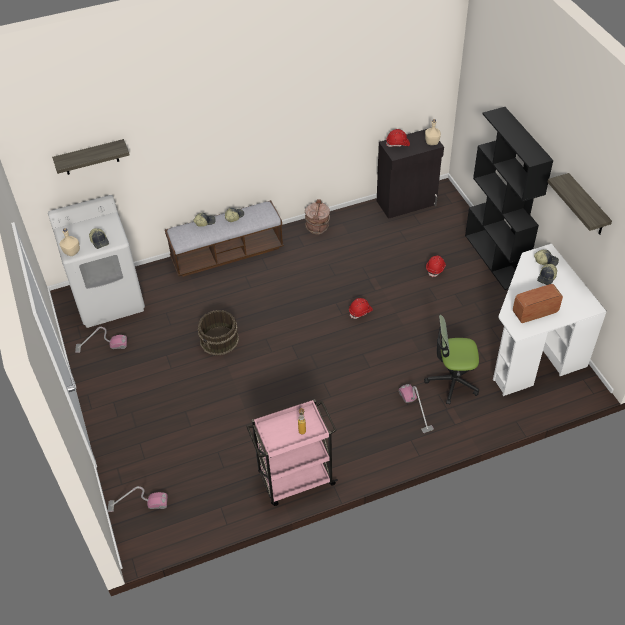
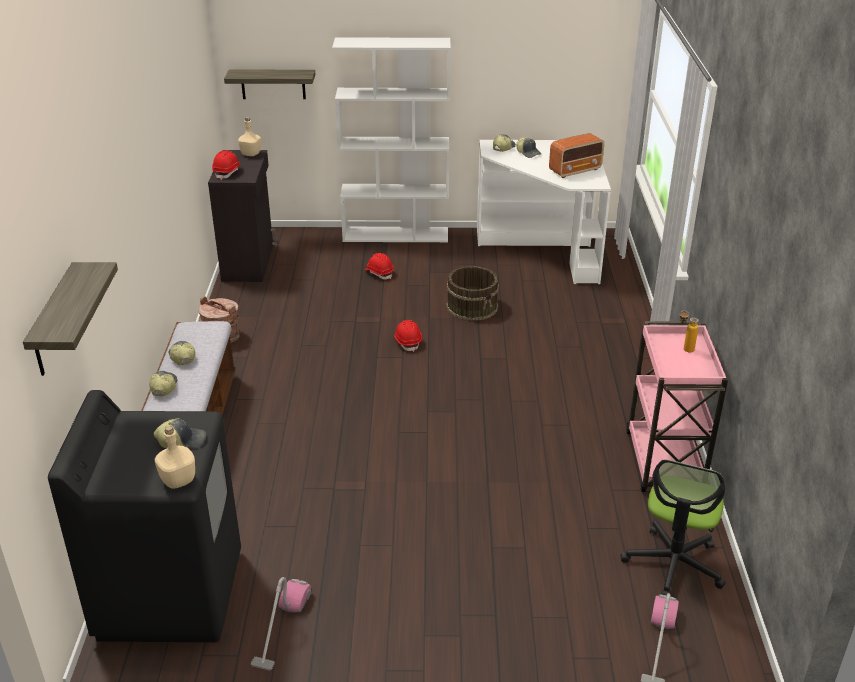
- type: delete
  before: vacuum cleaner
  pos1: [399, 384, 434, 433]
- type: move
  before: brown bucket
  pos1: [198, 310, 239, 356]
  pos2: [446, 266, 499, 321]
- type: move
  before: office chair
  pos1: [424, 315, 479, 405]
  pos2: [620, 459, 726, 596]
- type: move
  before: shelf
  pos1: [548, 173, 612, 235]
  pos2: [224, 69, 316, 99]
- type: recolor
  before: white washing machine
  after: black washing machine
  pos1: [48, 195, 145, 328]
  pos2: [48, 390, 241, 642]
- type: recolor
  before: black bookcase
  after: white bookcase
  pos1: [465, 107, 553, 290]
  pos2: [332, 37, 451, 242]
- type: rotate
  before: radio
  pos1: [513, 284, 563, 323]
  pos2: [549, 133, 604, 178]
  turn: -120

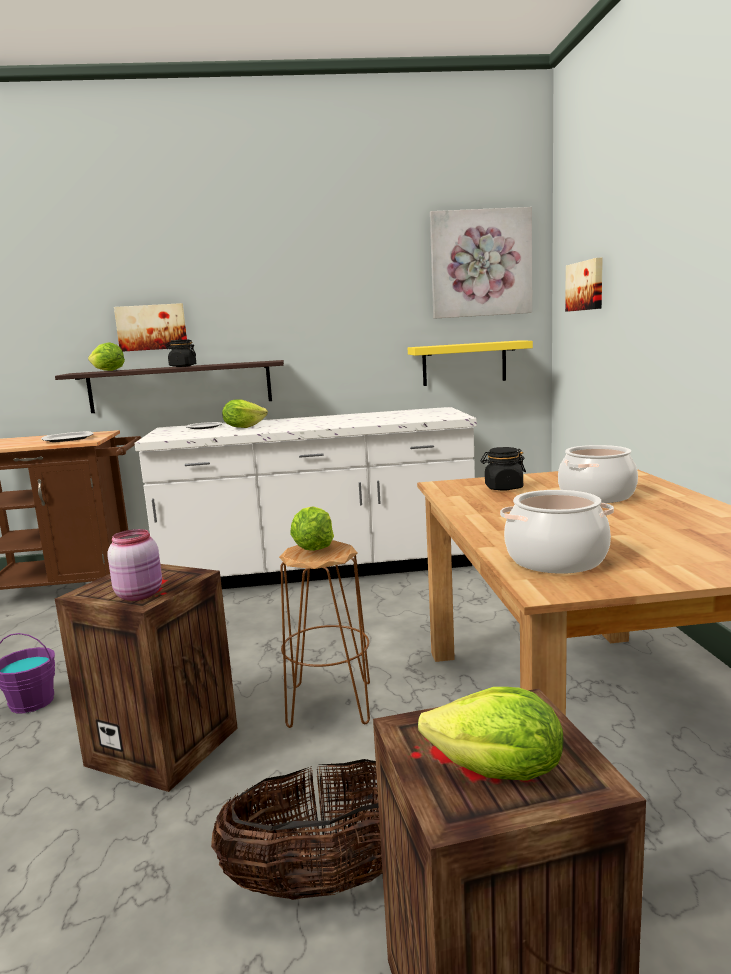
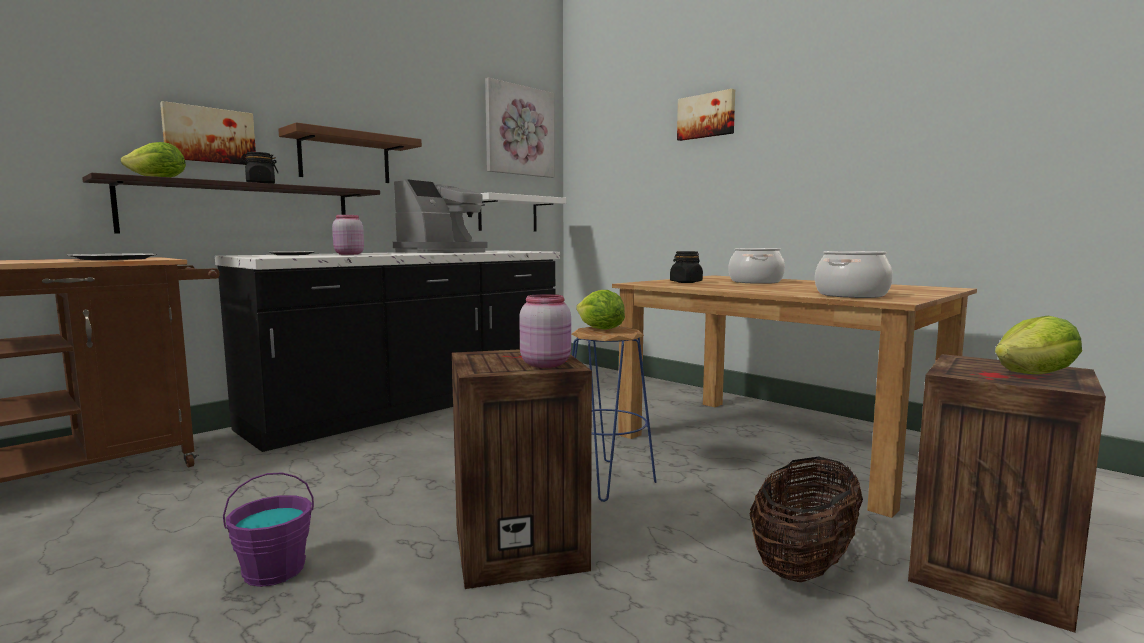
- type: insert
  after: brown shelf
  pos2: [278, 122, 422, 183]
- type: insert
  after: coffee machine
  pos2: [393, 179, 488, 253]
- type: move
  before: picture
  pos1: [565, 258, 603, 312]
  pos2: [677, 89, 735, 141]
- type: replace
  before: lettuce
  after: pink jar
  pos1: [222, 399, 268, 428]
  pos2: [332, 215, 364, 255]
- type: recolor
  before: white counter
  after: black counter
  pos1: [135, 407, 477, 589]
  pos2: [215, 250, 560, 452]
- type: recolor
  before: brown stool
  after: blue stool
  pos1: [279, 540, 370, 728]
  pos2: [572, 326, 657, 502]
- type: recolor
  before: yellow shelf
  after: white shelf
  pos1: [408, 340, 533, 386]
  pos2: [478, 192, 567, 231]

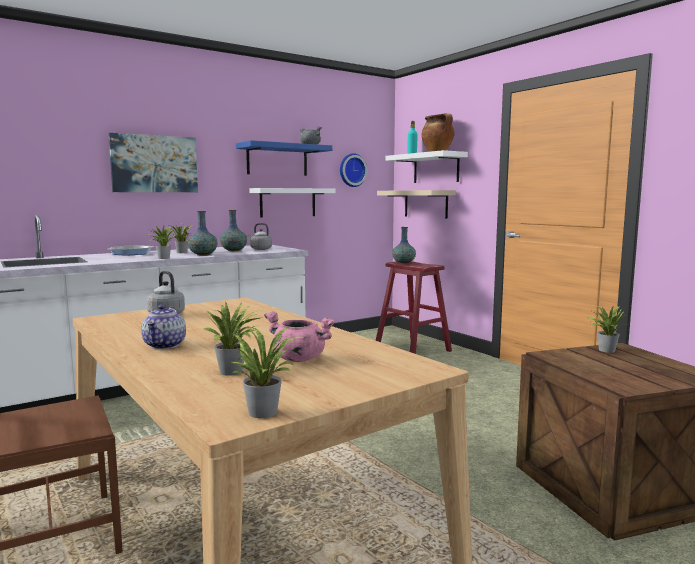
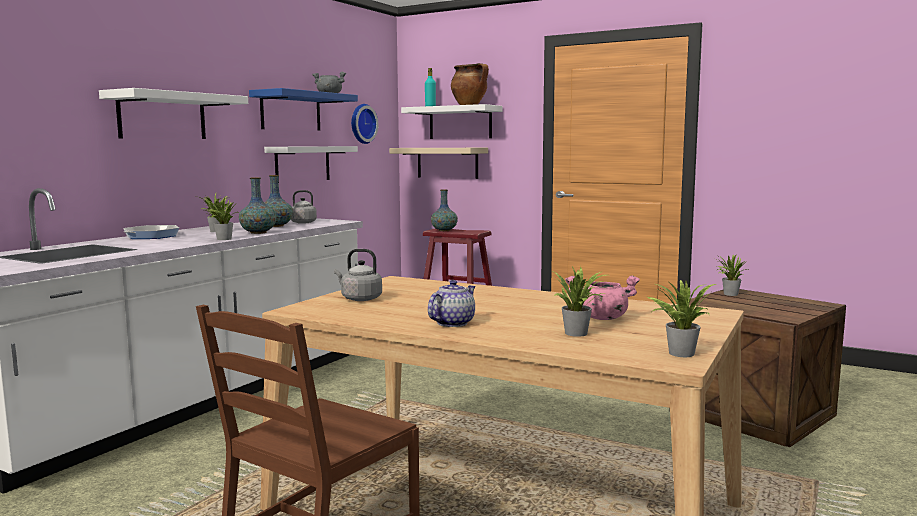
- type: replace
  before: picture
  after: white shelf
  pos1: [108, 133, 198, 192]
  pos2: [99, 88, 248, 139]
- type: rotate
  before: teapot
  pos1: [141, 304, 186, 349]
  pos2: [428, 280, 476, 327]
  turn: -120

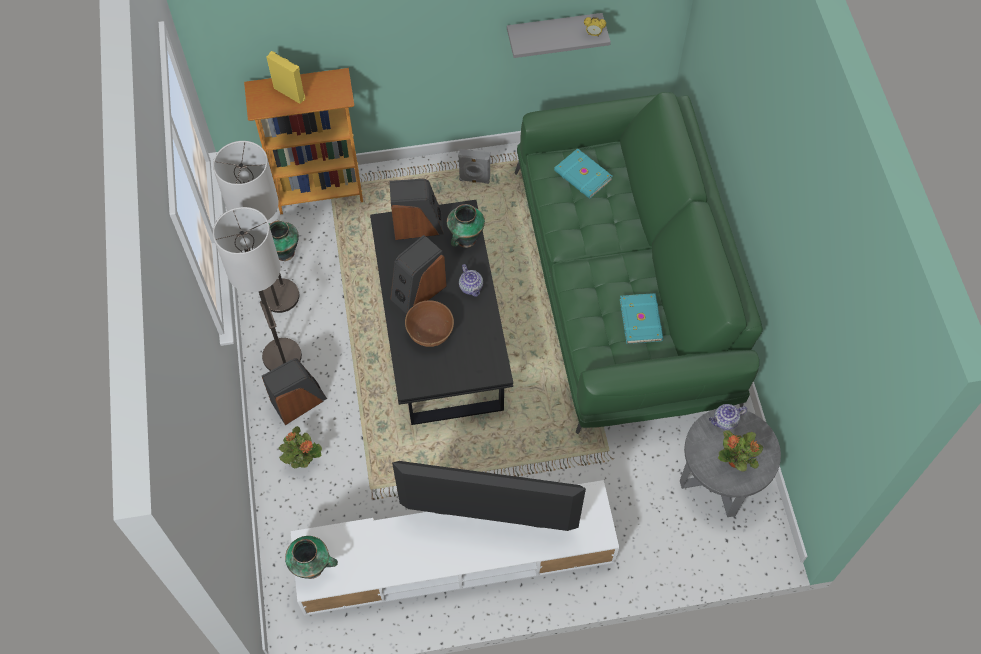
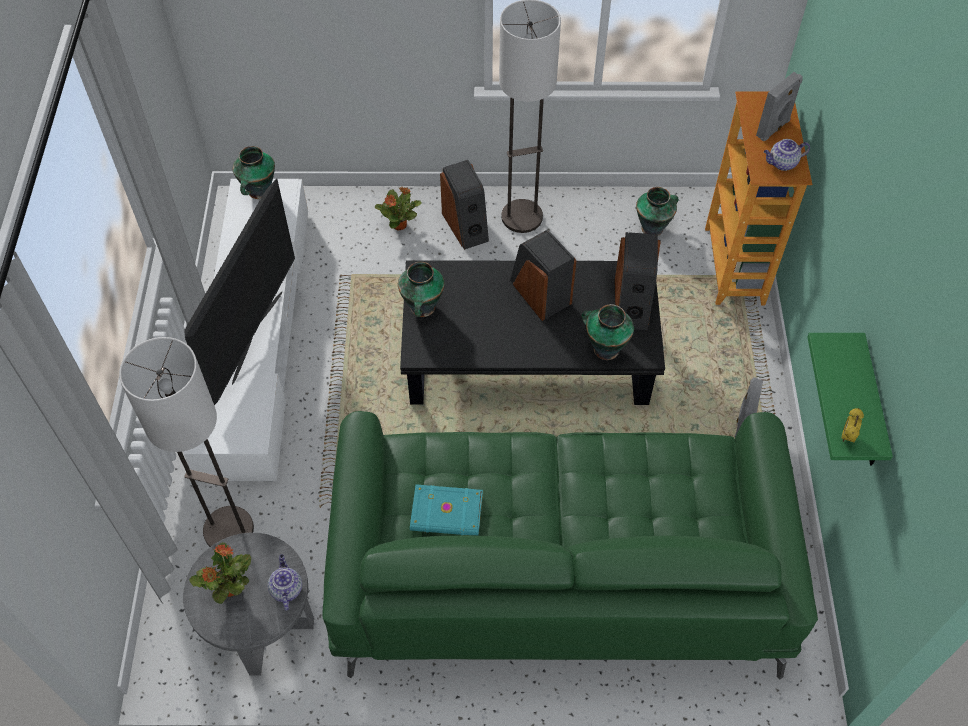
- type: delete
  before: brown bowl
  pos1: [405, 300, 454, 347]
- type: delete
  before: turquoise book
  pos1: [554, 148, 613, 199]
- type: insert
  after: vase
  pos2: [398, 262, 445, 317]
- type: move
  before: floor lamp
  pos1: [213, 141, 299, 313]
  pos2: [119, 337, 254, 547]
- type: move
  before: teapot
  pos1: [459, 264, 483, 297]
  pos2: [764, 139, 810, 171]
- type: recolor
  before: yellow speaker
  after: grey speaker
  pos1: [267, 51, 306, 104]
  pos2: [756, 72, 803, 141]
- type: recolor
  before: grey shelf
  after: green shelf
  pos1: [507, 13, 611, 58]
  pos2: [807, 333, 893, 465]

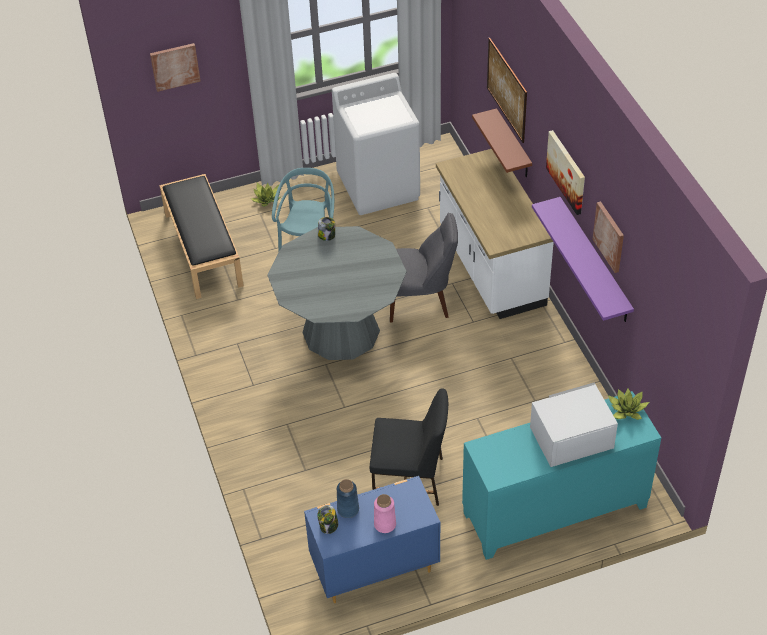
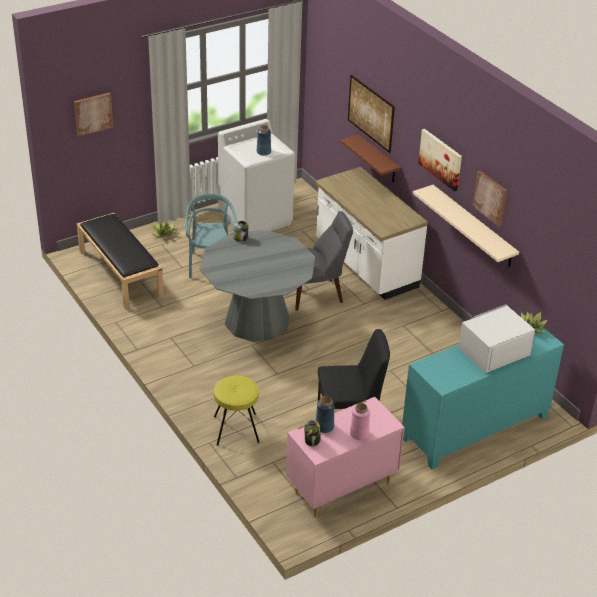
- type: insert
  after: yellow stool
  pos2: [214, 376, 260, 446]
- type: insert
  after: blue vase
  pos2: [257, 125, 271, 156]
- type: recolor
  before: blue dresser
  after: pink dresser
  pos1: [304, 476, 440, 603]
  pos2: [286, 397, 405, 517]
- type: recolor
  before: purple shelf
  after: beige shelf
  pos1: [532, 197, 634, 322]
  pos2: [413, 185, 519, 267]

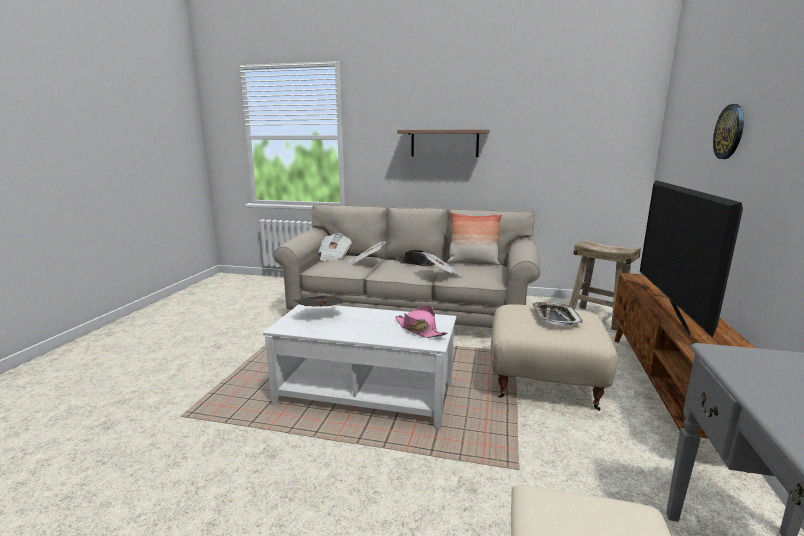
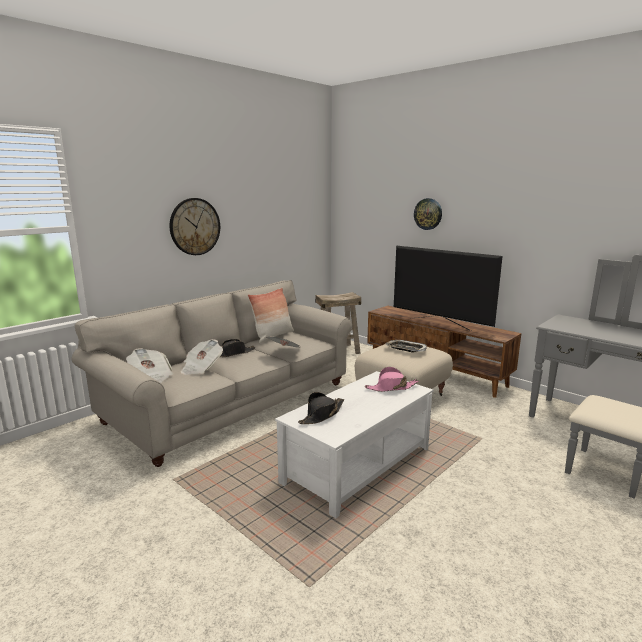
- type: replace
  before: newspaper
  after: black hat
  pos1: [293, 296, 346, 307]
  pos2: [298, 392, 344, 424]
- type: replace
  before: shelf
  after: wall clock
  pos1: [397, 129, 489, 157]
  pos2: [170, 198, 220, 255]

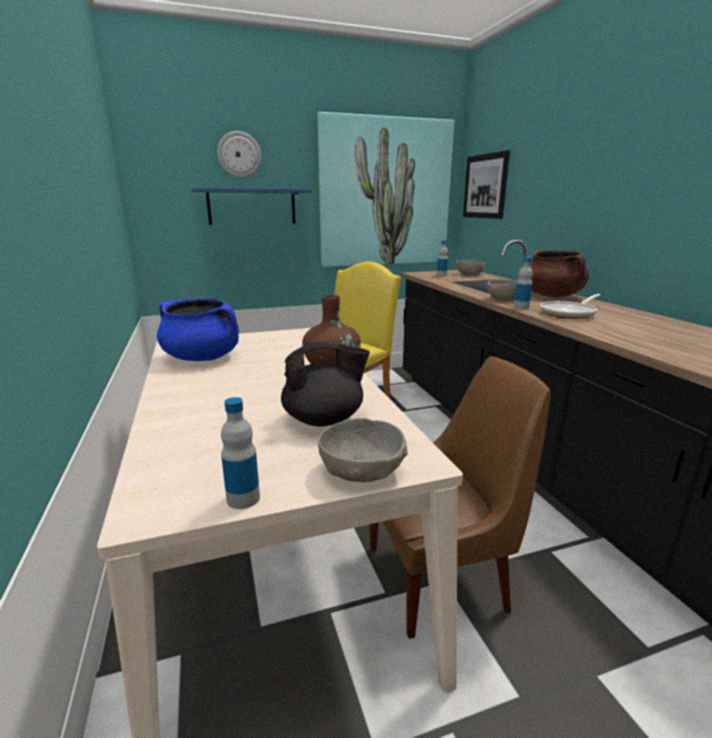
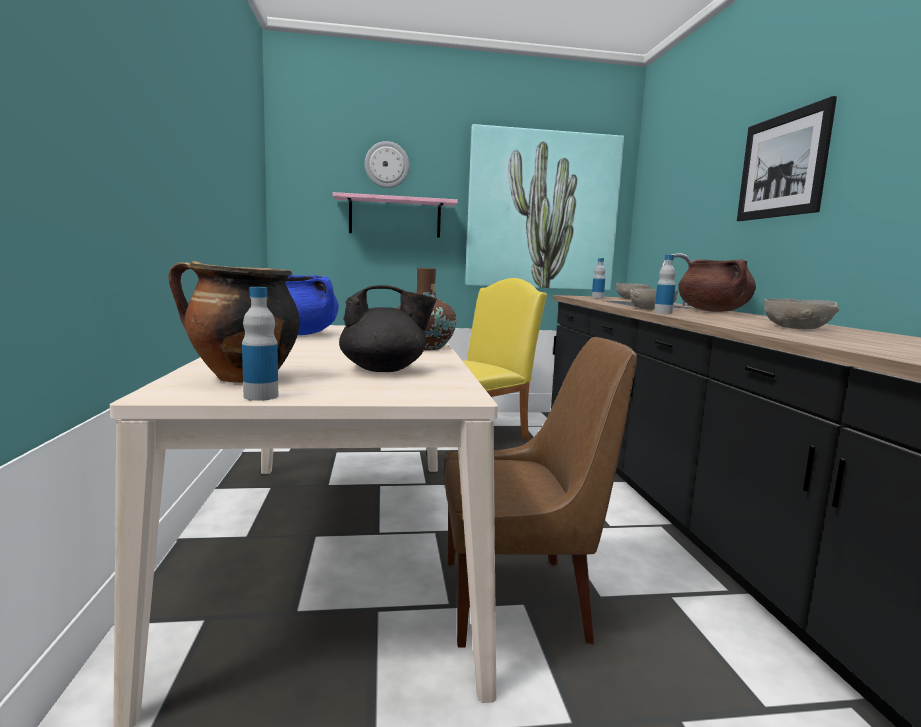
- type: delete
  before: frying pan
  pos1: [540, 294, 601, 319]
- type: insert
  after: cooking pot
  pos2: [168, 261, 300, 383]
- type: move
  before: grey bowl
  pos1: [318, 418, 408, 482]
  pos2: [764, 298, 839, 329]
- type: move
  before: picture
  pos1: [463, 150, 510, 219]
  pos2: [737, 96, 837, 221]
- type: recolor
  before: blue shelf
  after: pink shelf
  pos1: [192, 188, 312, 225]
  pos2: [333, 192, 458, 238]

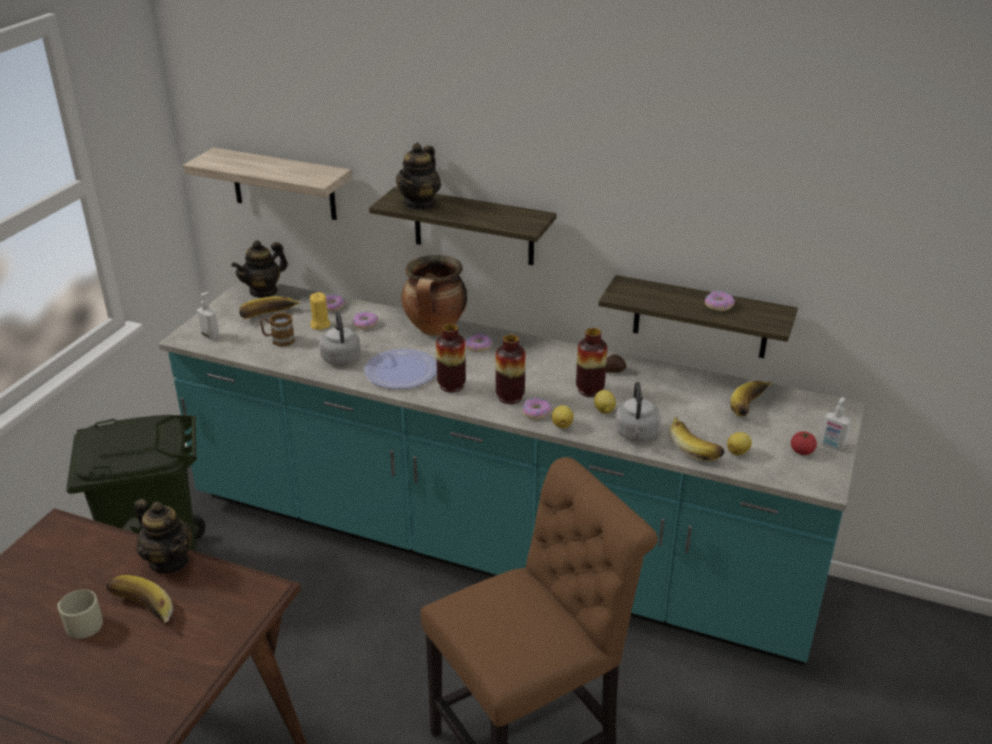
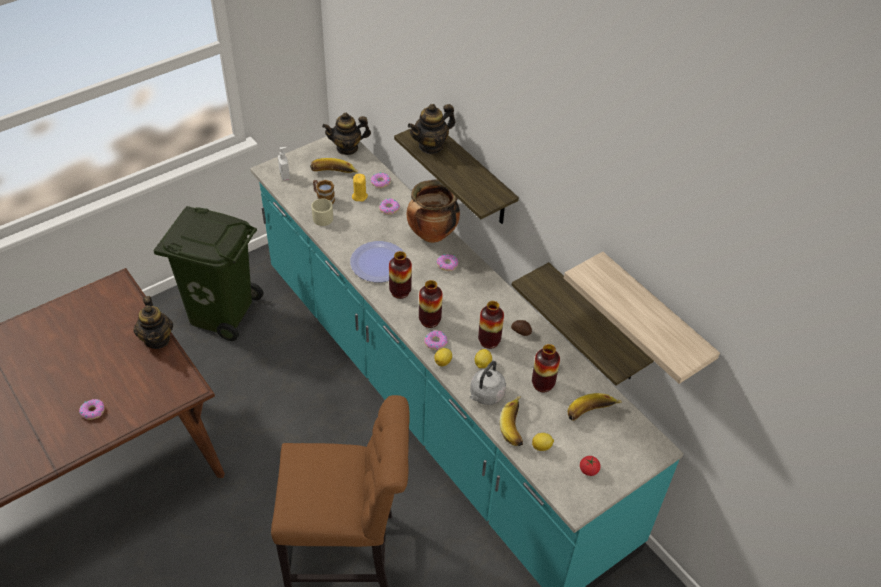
- type: delete
  before: banana
  pos1: [106, 575, 173, 623]
- type: delete
  before: grey kettle
  pos1: [319, 311, 361, 365]
- type: delete
  before: soap dispenser
  pos1: [820, 397, 851, 450]
- type: insert
  after: vase
  pos2: [532, 344, 560, 392]
- type: move
  before: beige mug
  pos1: [57, 589, 103, 639]
  pos2: [312, 198, 333, 226]
- type: move
  before: shelf
  pos1: [183, 148, 352, 220]
  pos2: [564, 252, 720, 384]
- type: move
  before: donut
  pos1: [705, 291, 735, 311]
  pos2: [79, 399, 104, 420]

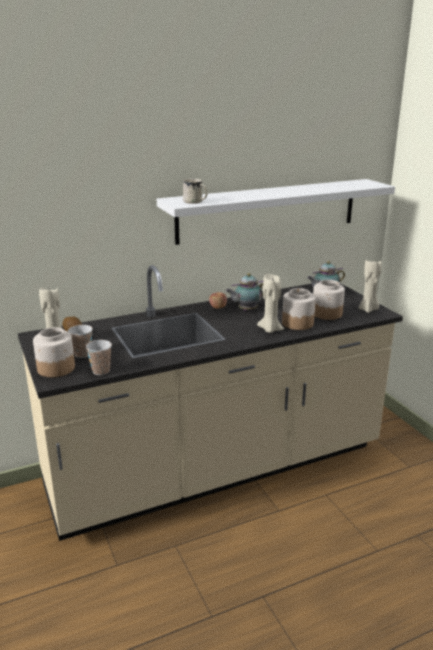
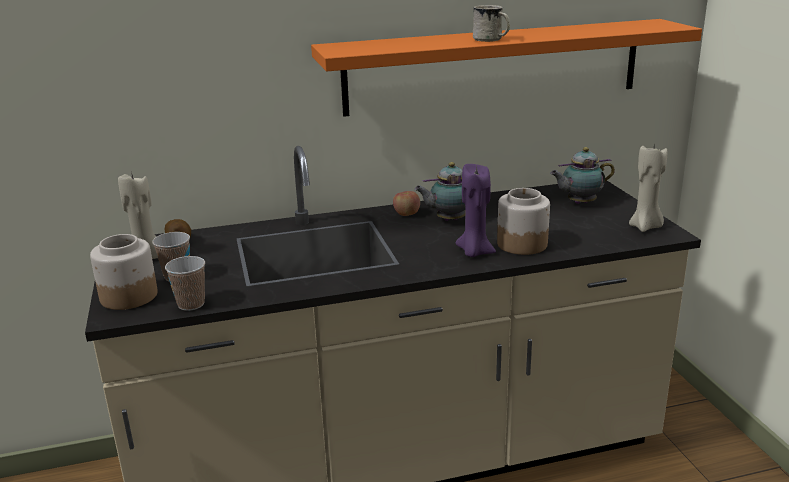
- type: delete
  before: jar
  pos1: [313, 280, 345, 320]
- type: move
  before: white mug
  pos1: [183, 179, 207, 204]
  pos2: [473, 5, 510, 42]
- type: recolor
  before: white shelf
  after: orange shelf
  pos1: [157, 179, 395, 245]
  pos2: [311, 19, 702, 117]
- type: recolor
  before: beige candle
  after: purple candle
  pos1: [257, 274, 284, 333]
  pos2: [456, 164, 496, 257]

